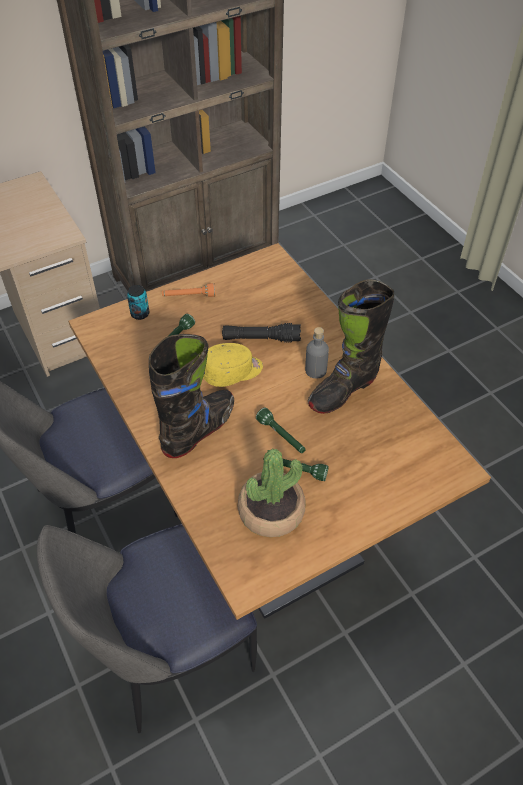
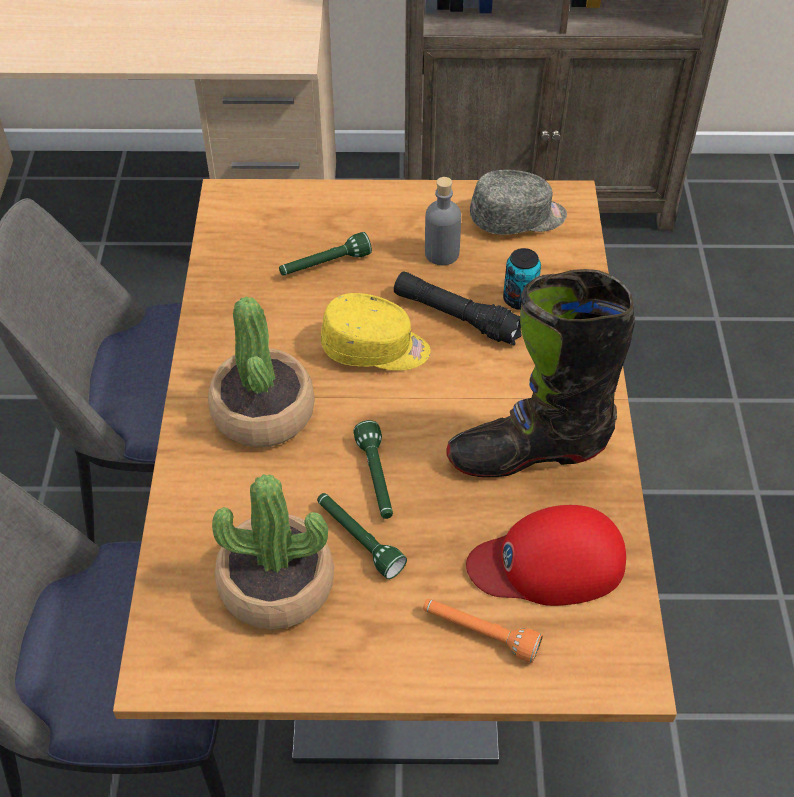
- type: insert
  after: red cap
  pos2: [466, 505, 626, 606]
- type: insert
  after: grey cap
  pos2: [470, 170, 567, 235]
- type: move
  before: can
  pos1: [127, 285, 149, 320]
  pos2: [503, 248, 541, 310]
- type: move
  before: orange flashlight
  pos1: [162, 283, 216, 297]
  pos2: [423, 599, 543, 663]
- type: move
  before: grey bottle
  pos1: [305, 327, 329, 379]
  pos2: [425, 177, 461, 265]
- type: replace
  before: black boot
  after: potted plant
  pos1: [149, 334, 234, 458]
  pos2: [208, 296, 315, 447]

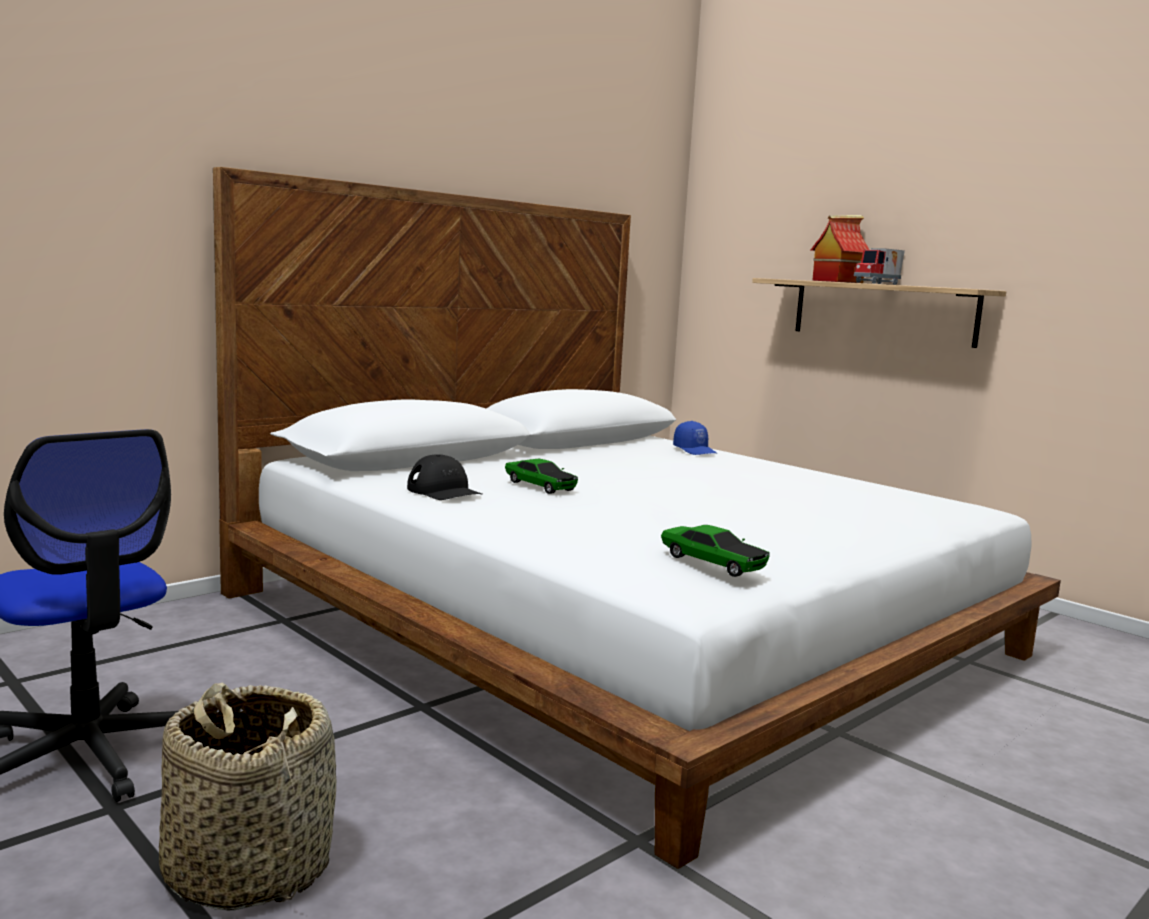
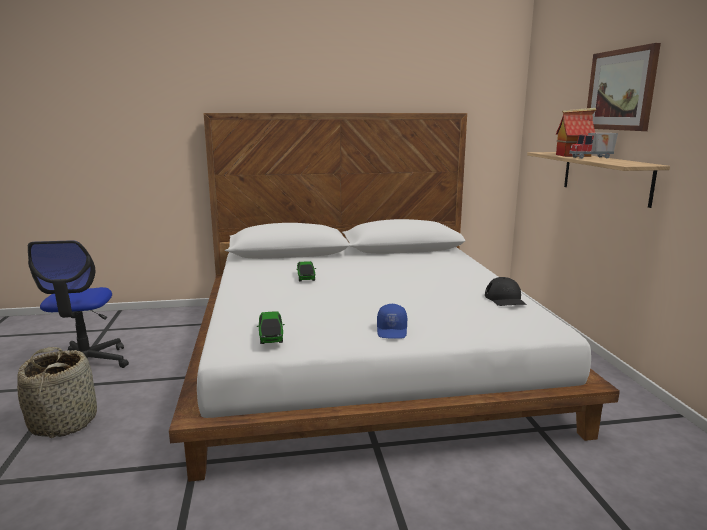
- type: insert
  after: picture
  pos2: [587, 43, 661, 131]
- type: move
  before: black cap
  pos1: [407, 454, 482, 500]
  pos2: [485, 277, 527, 306]
- type: move
  before: blue cap
  pos1: [673, 421, 717, 455]
  pos2: [377, 304, 407, 339]

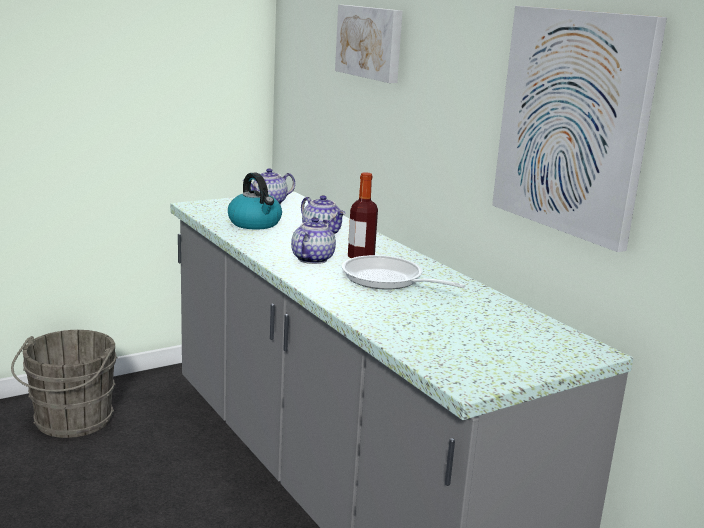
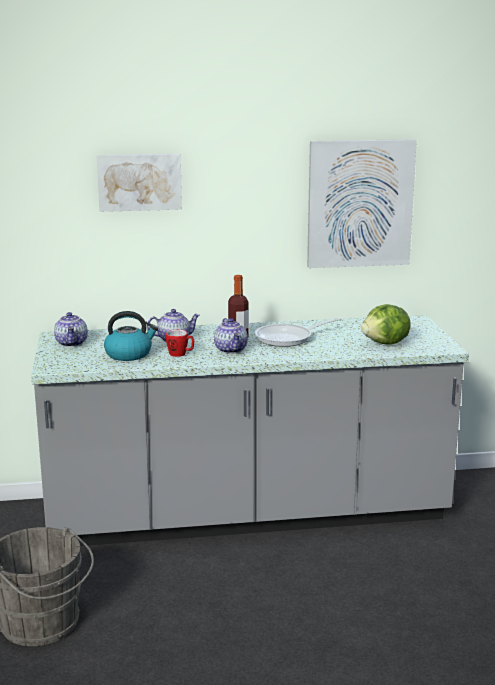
- type: insert
  after: mug
  pos2: [166, 330, 194, 357]
- type: insert
  after: lettuce
  pos2: [361, 304, 411, 345]
- type: rotate
  before: teapot
  pos1: [291, 217, 336, 264]
  pos2: [214, 318, 248, 354]
  turn: -150

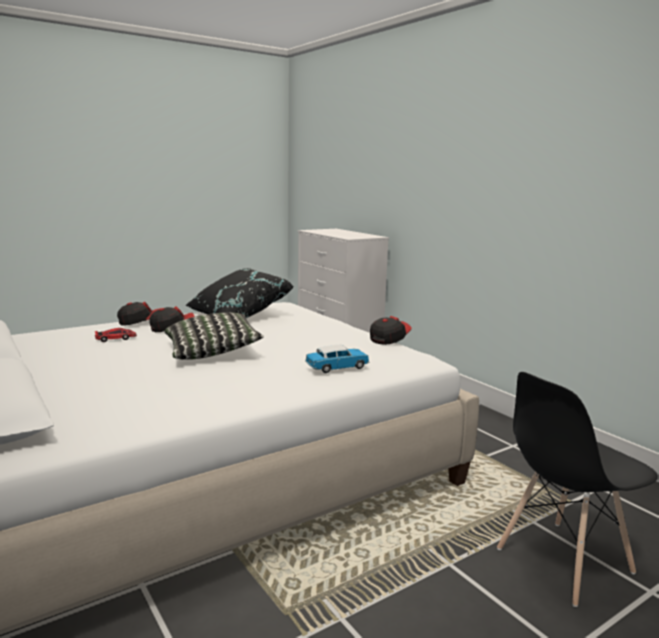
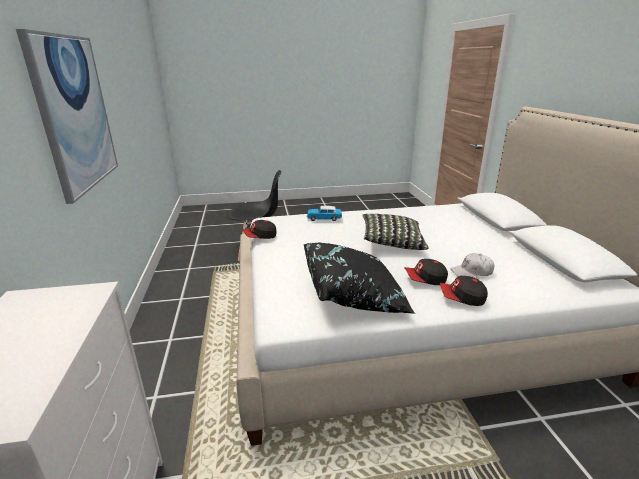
- type: insert
  after: picture
  pos2: [16, 29, 118, 204]
- type: replace
  before: toy car
  after: white cap
  pos1: [95, 328, 137, 342]
  pos2: [450, 253, 494, 277]

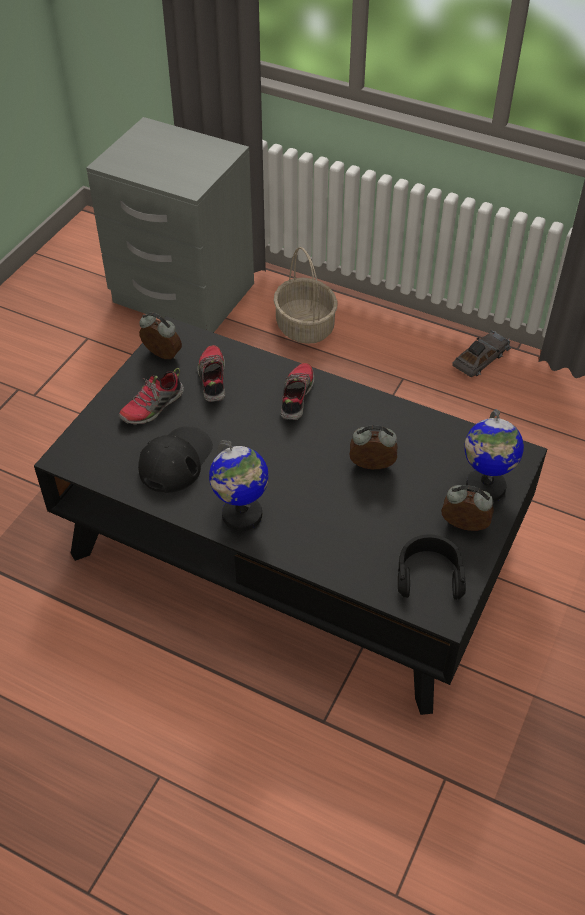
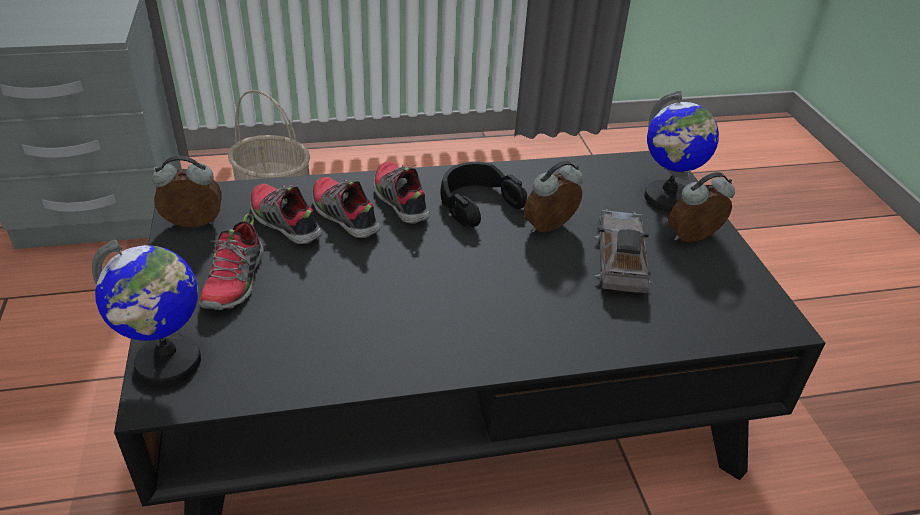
- type: delete
  before: black cap
  pos1: [138, 426, 213, 493]
- type: insert
  after: shoe
  pos2: [312, 177, 380, 238]
- type: move
  before: globe
  pos1: [209, 440, 269, 531]
  pos2: [92, 240, 201, 386]
- type: move
  before: black headphones
  pos1: [398, 534, 466, 600]
  pos2: [441, 162, 527, 227]
- type: move
  before: grey toy car
  pos1: [452, 330, 511, 377]
  pos2: [594, 209, 653, 293]

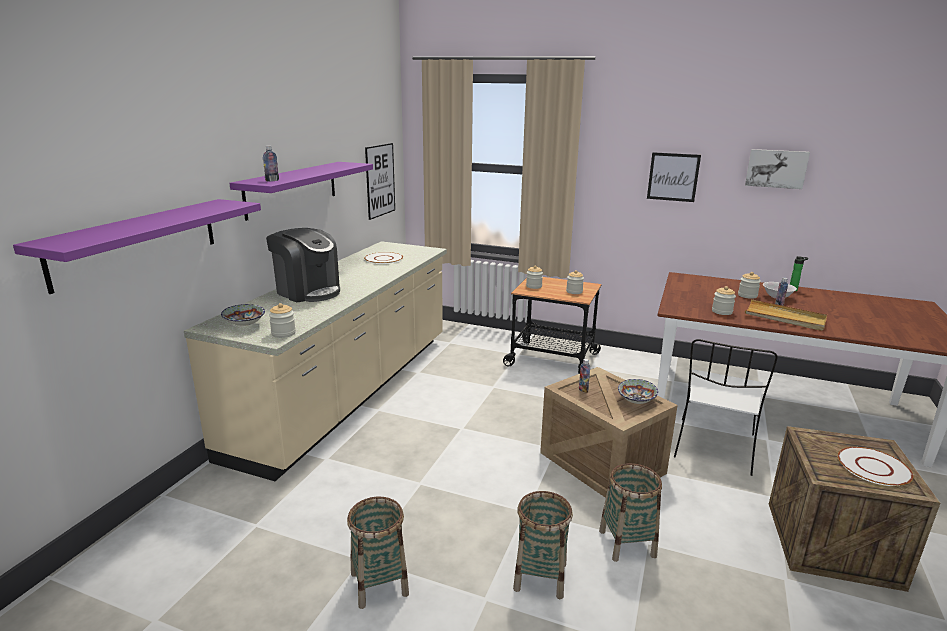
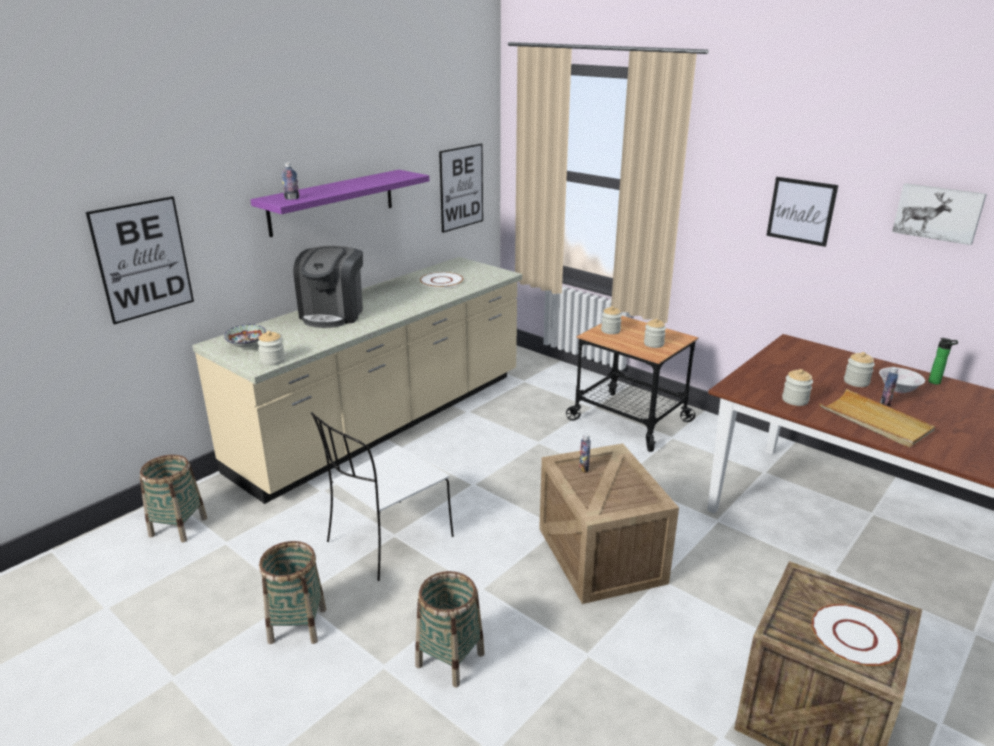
- type: delete
  before: bowl
  pos1: [618, 379, 658, 404]
- type: move
  before: basket
  pos1: [599, 463, 662, 562]
  pos2: [140, 455, 207, 542]
- type: move
  before: white chair
  pos1: [674, 339, 778, 476]
  pos2: [311, 412, 454, 581]
- type: replace
  before: purple shelf
  after: picture
  pos1: [13, 199, 261, 294]
  pos2: [86, 196, 194, 324]
- type: rotate
  before: coffee machine
  pos1: [266, 228, 340, 302]
  pos2: [293, 246, 363, 328]
  turn: 45

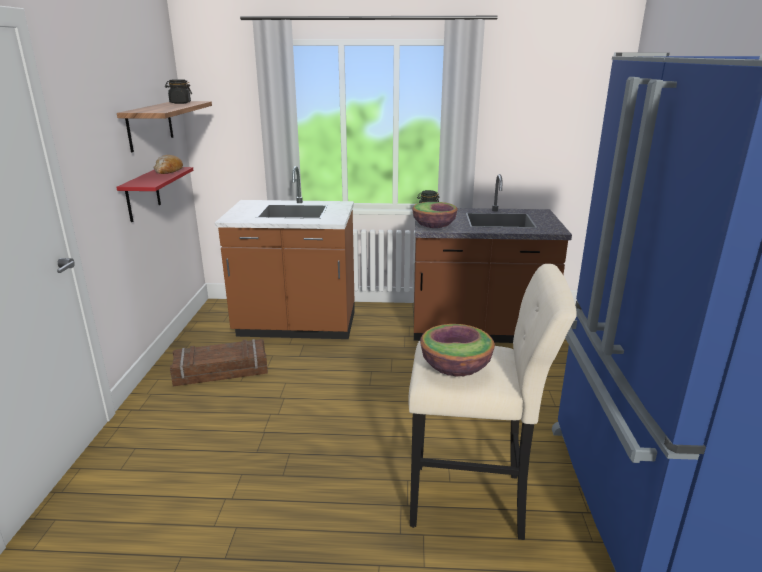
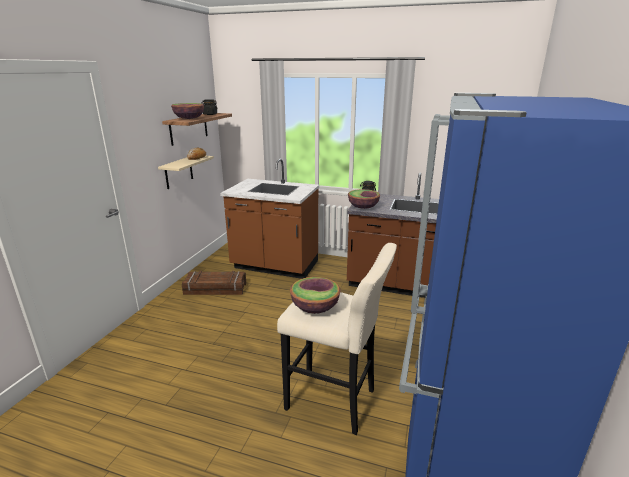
- type: insert
  after: bowl
  pos2: [171, 103, 204, 119]
- type: recolor
  before: red shelf
  after: beige shelf
  pos1: [116, 167, 193, 222]
  pos2: [158, 156, 214, 189]

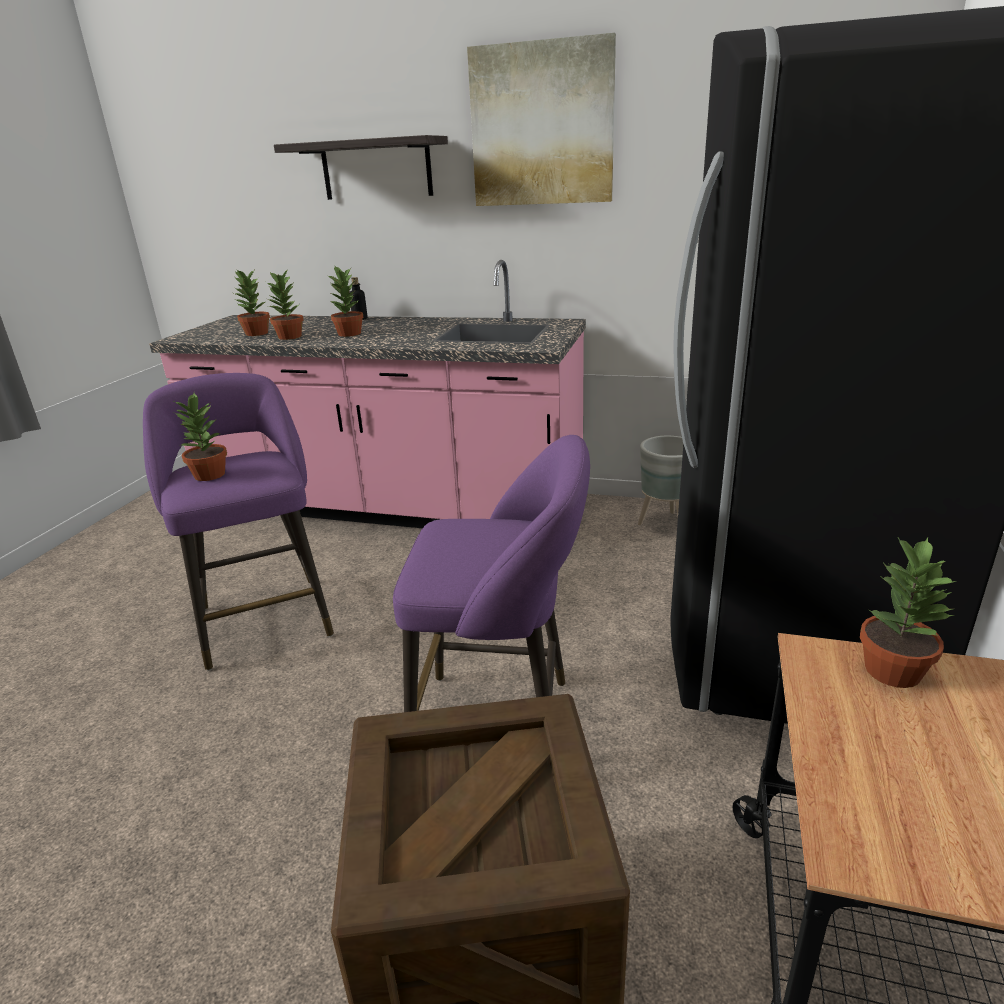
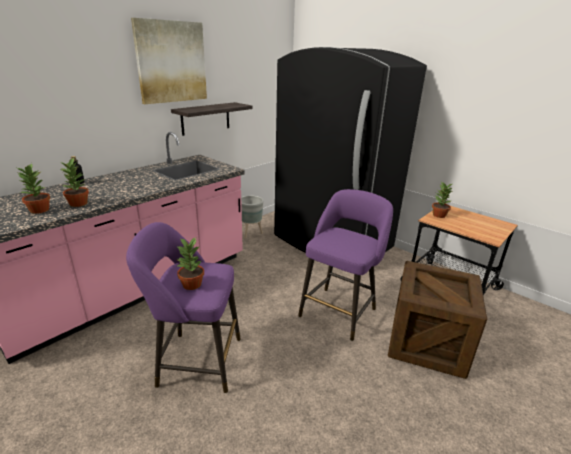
- type: delete
  before: potted plant
  pos1: [327, 266, 364, 337]
- type: move
  before: shelf
  pos1: [274, 135, 448, 200]
  pos2: [171, 102, 253, 136]

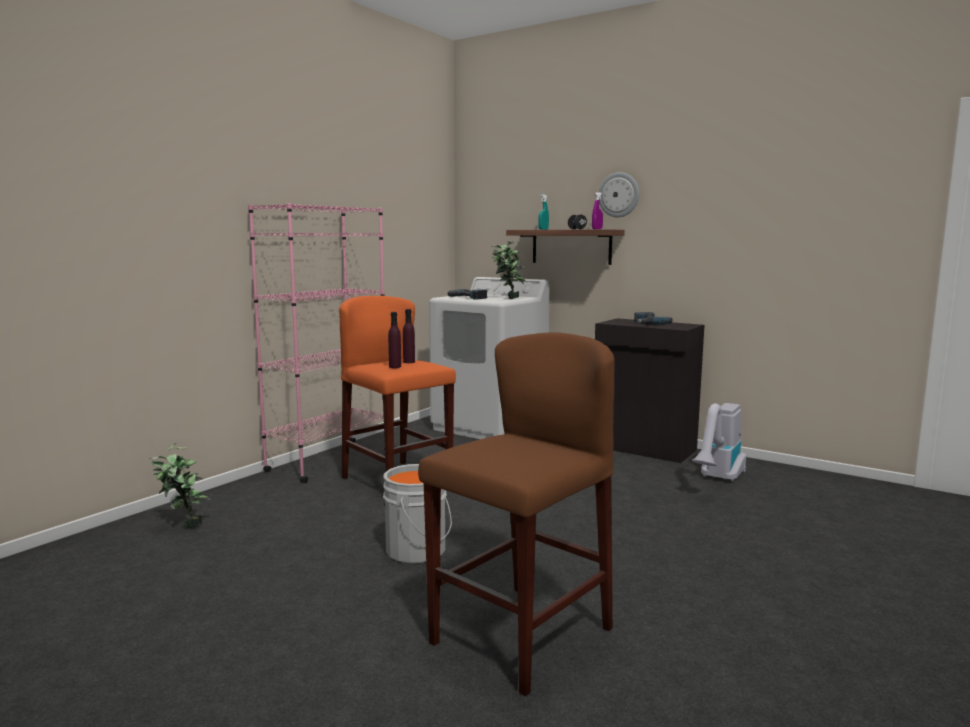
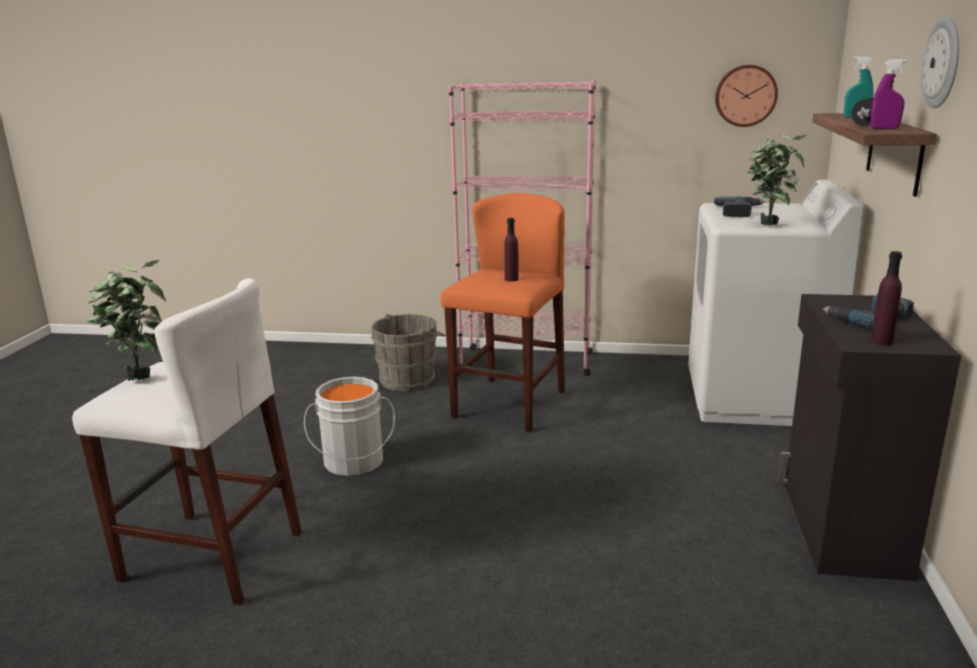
- type: delete
  before: vacuum cleaner
  pos1: [692, 403, 747, 482]
- type: insert
  after: grey bucket
  pos2: [371, 313, 446, 391]
- type: insert
  after: wall clock
  pos2: [715, 65, 778, 127]
- type: move
  before: potted plant
  pos1: [150, 442, 210, 528]
  pos2: [85, 260, 166, 381]
- type: move
  before: purple bottle
  pos1: [388, 312, 401, 368]
  pos2: [871, 251, 902, 345]
- type: recolor
  before: brown stool
  after: white stool
  pos1: [418, 333, 614, 696]
  pos2: [72, 278, 302, 605]

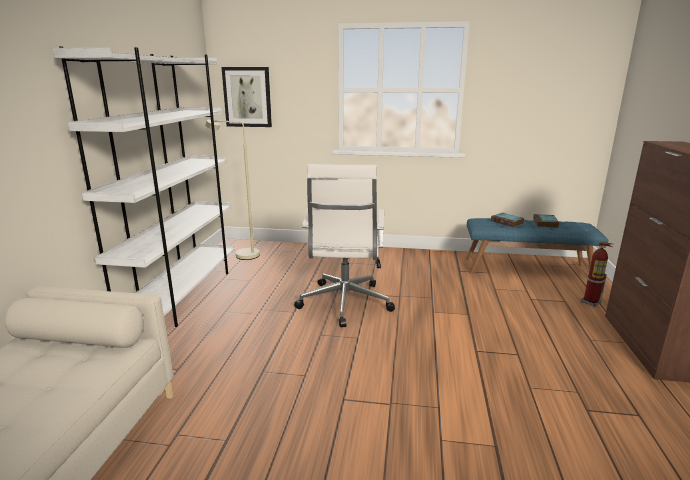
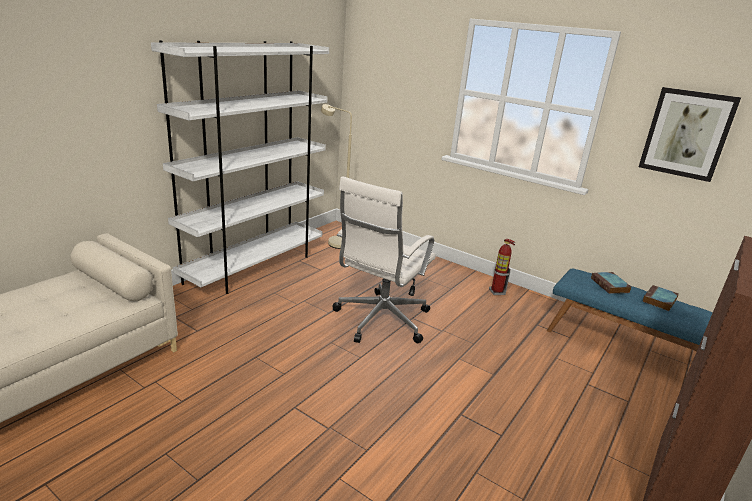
- type: move
  before: picture
  pos1: [221, 67, 272, 127]
  pos2: [639, 87, 741, 182]
- type: move
  before: fire extinguisher
  pos1: [581, 242, 614, 307]
  pos2: [489, 239, 515, 295]

